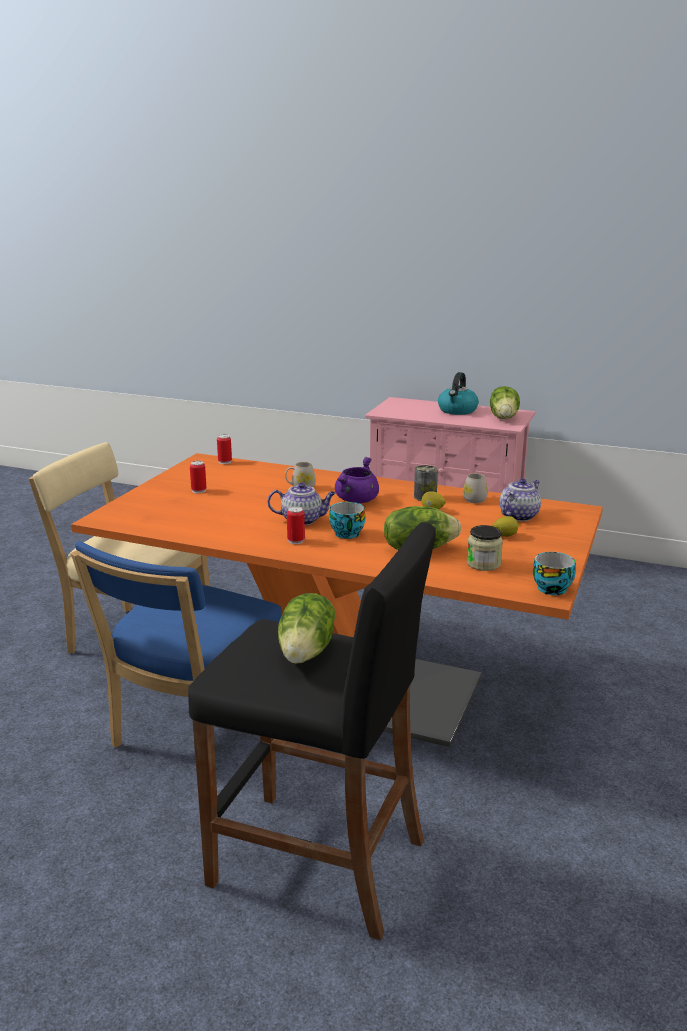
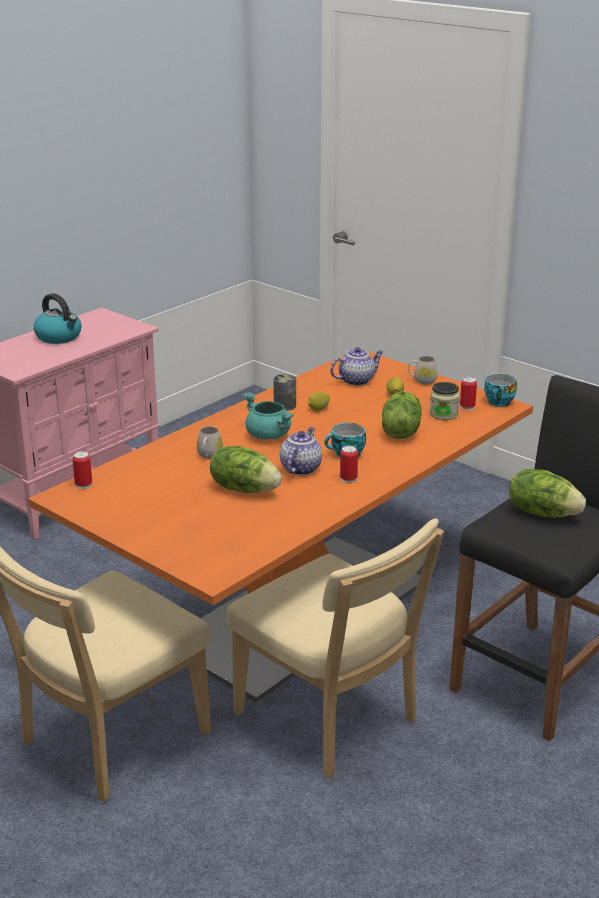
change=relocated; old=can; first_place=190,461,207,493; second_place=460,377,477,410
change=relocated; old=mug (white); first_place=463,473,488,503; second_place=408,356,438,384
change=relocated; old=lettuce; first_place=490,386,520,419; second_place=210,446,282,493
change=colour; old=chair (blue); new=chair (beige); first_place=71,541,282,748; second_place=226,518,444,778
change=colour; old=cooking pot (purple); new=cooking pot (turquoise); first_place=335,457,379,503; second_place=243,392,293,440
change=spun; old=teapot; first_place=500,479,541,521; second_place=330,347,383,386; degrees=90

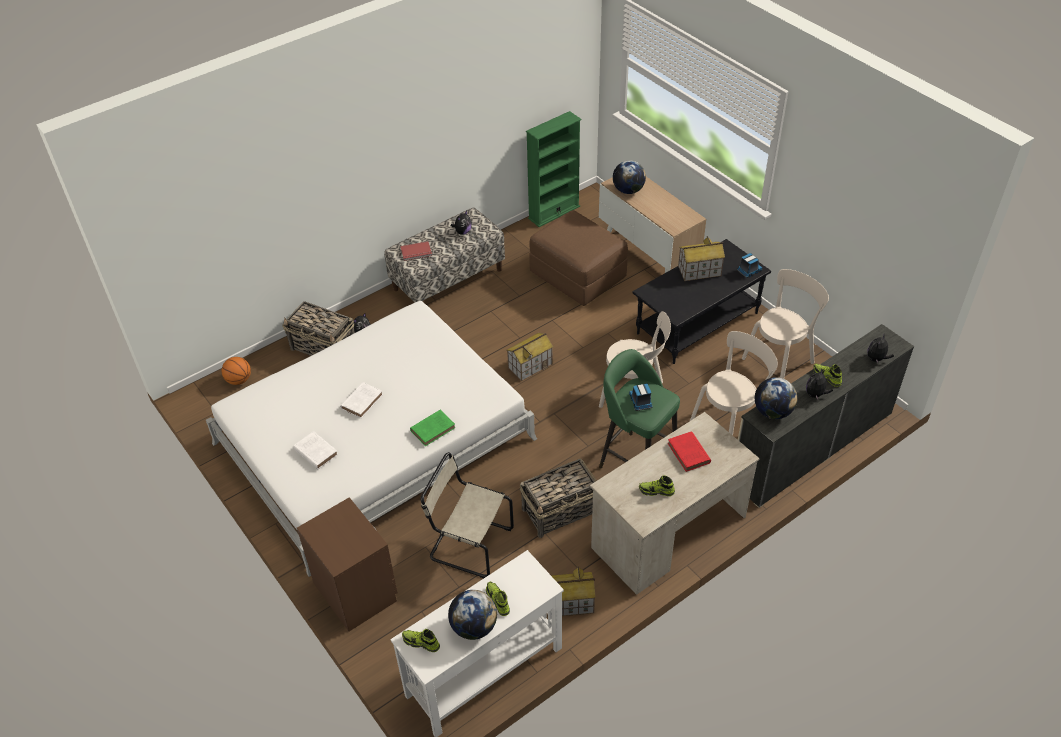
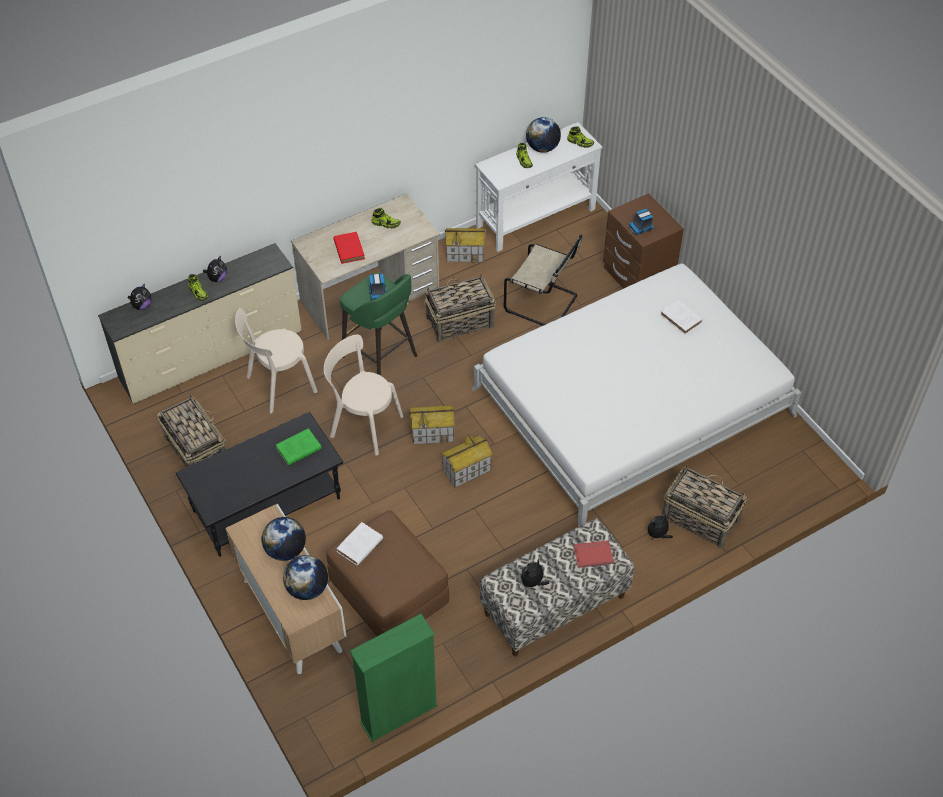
change=missing; old=basketball; first_place=222,357,251,385
change=relocated; old=book (white); first_place=340,382,383,418; second_place=336,522,383,566
change=relocated; old=book (green); first_place=410,410,456,446; second_place=276,428,322,466
change=relocated; old=toy house; first_place=678,236,725,281; second_place=410,405,455,445
change=relocated; old=toy truck; first_place=737,253,762,278; second_place=628,209,655,235
change=relocated; old=globe; first_place=755,377,797,419; second_place=262,517,306,561
change=exchanged; old=chair (beige); new=basket; first_place=742,269,829,379; second_place=157,394,226,468

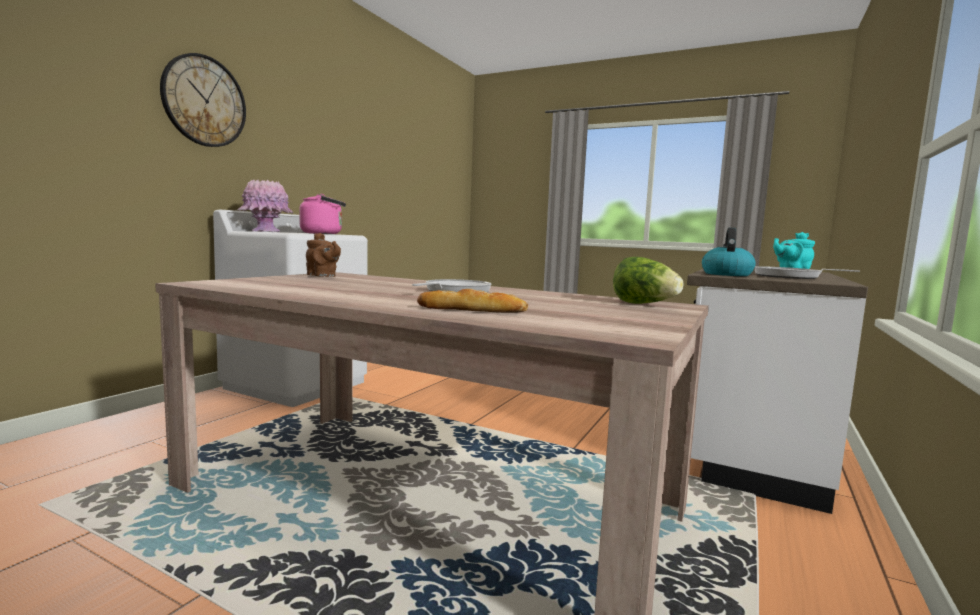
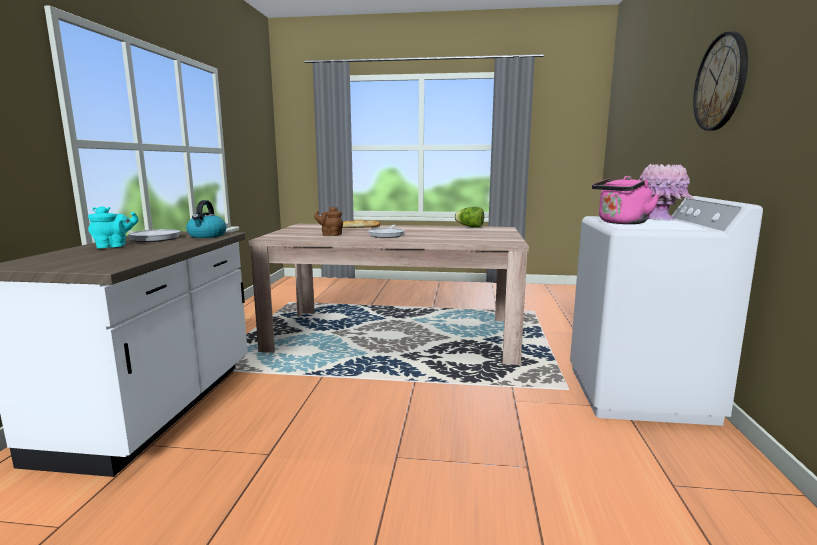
change=relocated; old=teapot (brown); first_place=306,233,341,277; second_place=314,207,343,236
change=relocated; old=lettuce; first_place=613,257,683,304; second_place=454,206,484,228

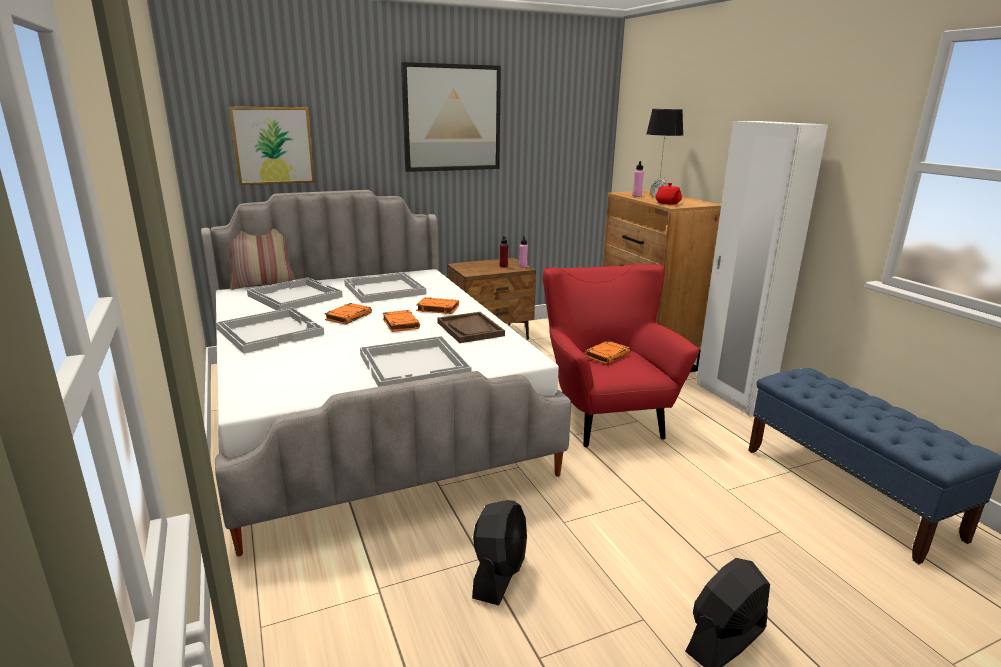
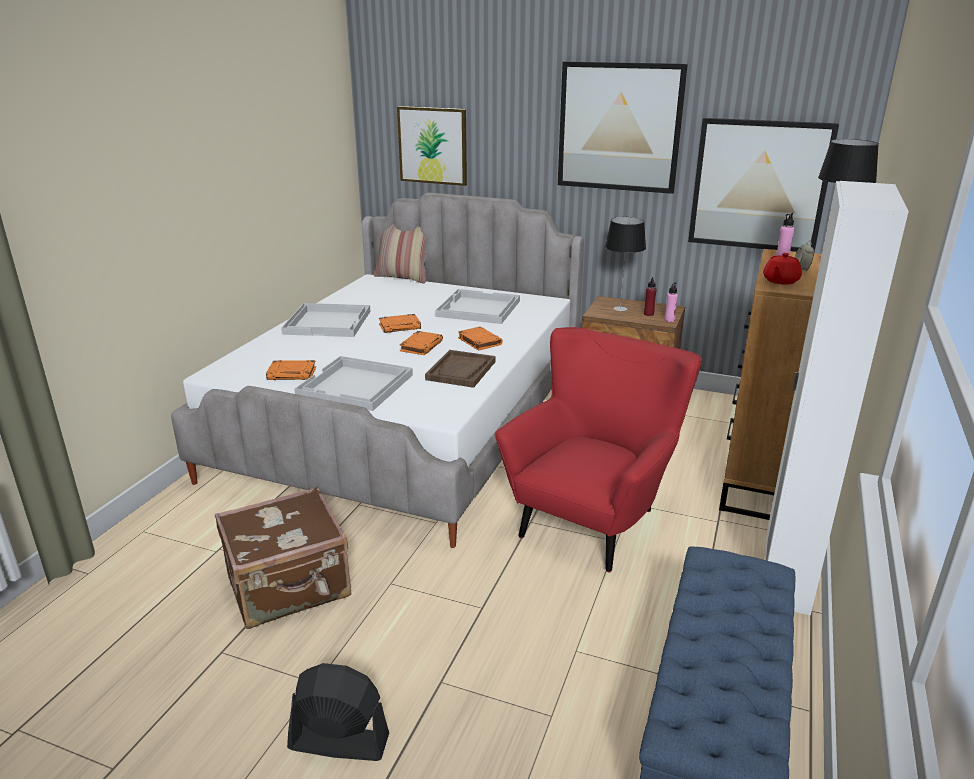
change=missing; old=tray (white); first_place=247,277,343,310
change=appeared; new=table lamp; second_place=605,217,646,311
change=appeared; new=picture; second_place=688,118,839,252
change=relocated; old=book (orange); first_place=585,341,631,364; second_place=266,360,316,380
change=exchanged; old=fan (black); new=suitcase (brown); first_place=472,500,527,605; second_place=215,487,351,629

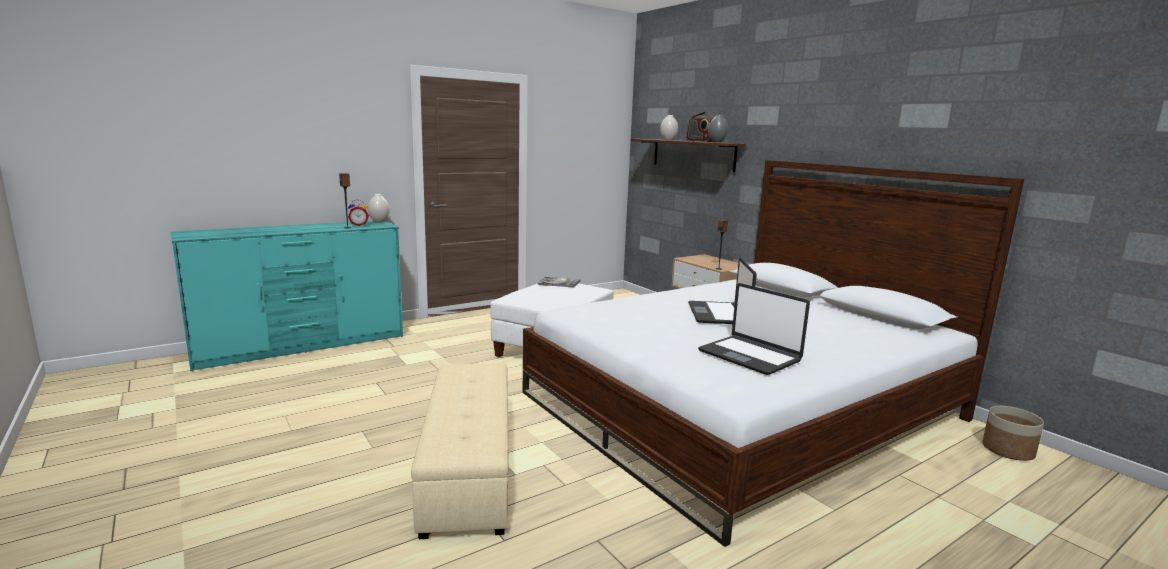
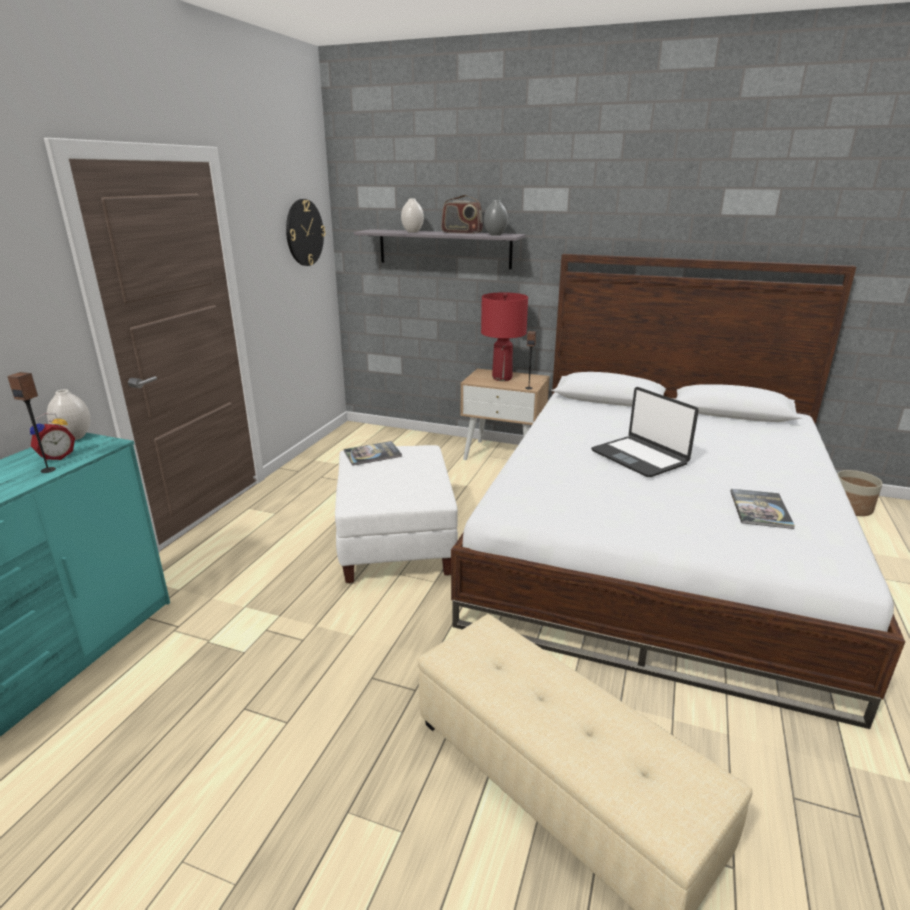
change=appeared; new=wall clock; second_place=286,199,325,266
change=appeared; new=table lamp (red); second_place=481,292,528,381
change=exchanged; old=laptop; new=book; first_place=698,283,810,375; second_place=730,489,795,529
change=colour; old=shelf (brown); new=shelf (grey); first_place=631,139,746,172; second_place=354,229,525,269

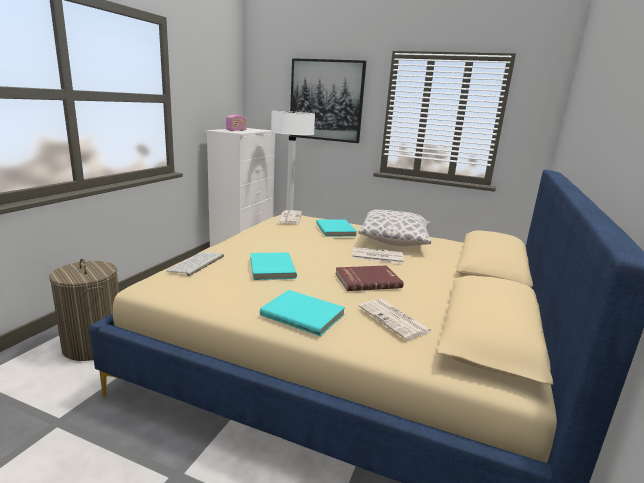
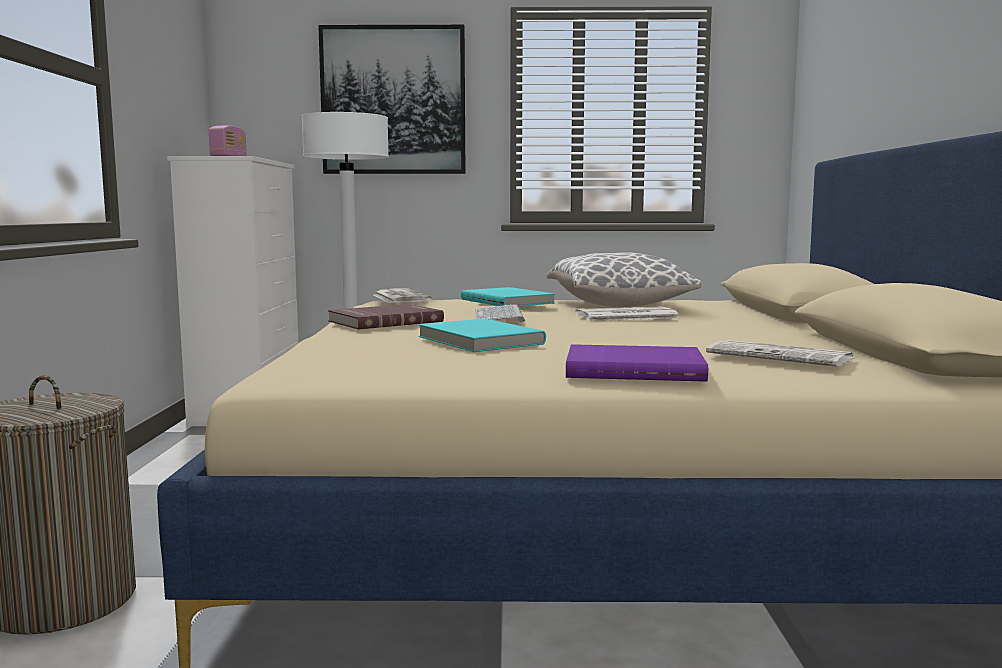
change=relocated; old=keyboard; first_place=166,252,224,276; second_place=475,304,525,322
change=relocated; old=book (red); first_place=335,265,404,291; second_place=328,304,444,330
change=colour; old=book (turquoise); new=book (purple); first_place=260,290,345,336; second_place=566,344,708,382

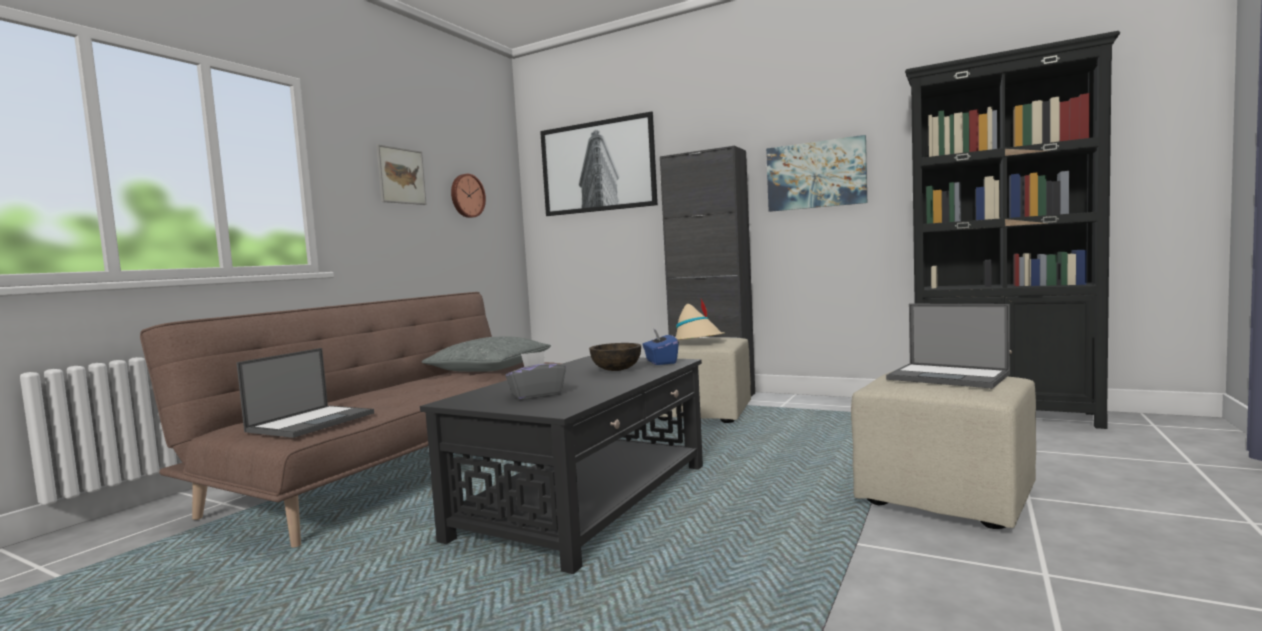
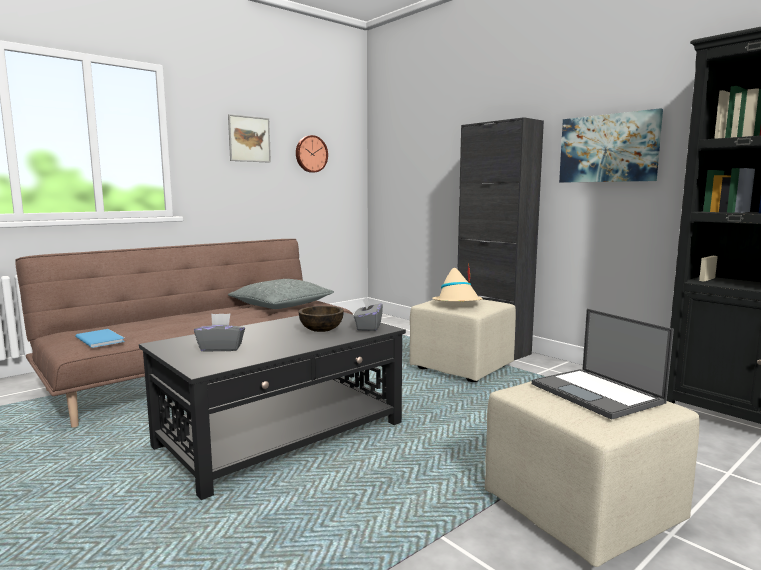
change=missing; old=picture; first_place=540,111,658,216
change=exchanged; old=laptop; new=book (blue); first_place=236,348,374,438; second_place=75,329,125,348
change=colour; old=tissue box (blue); new=tissue box (grey); first_place=642,329,679,365; second_place=354,296,383,331

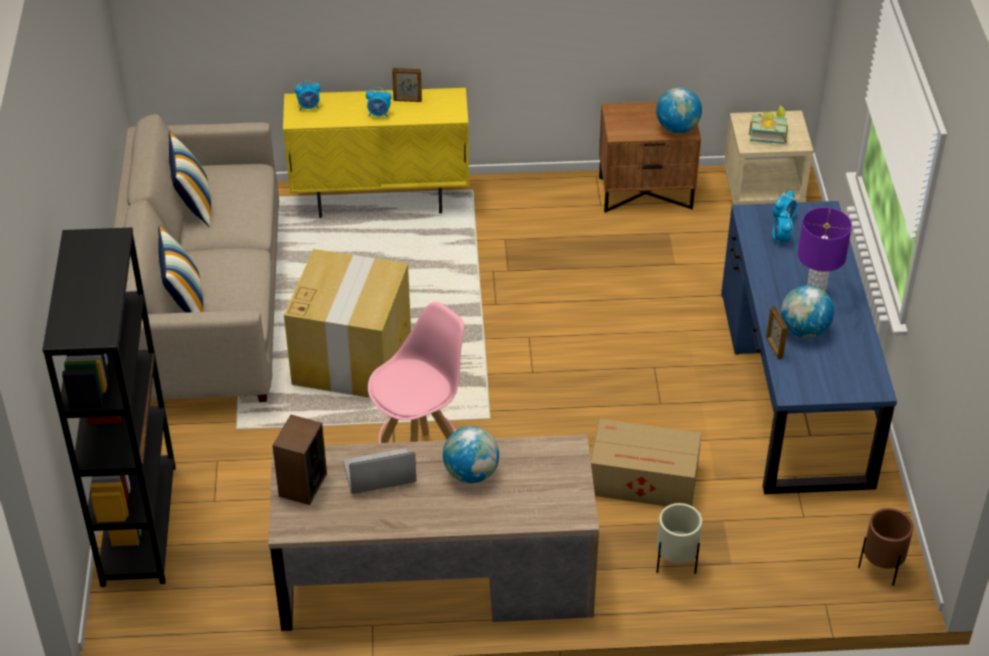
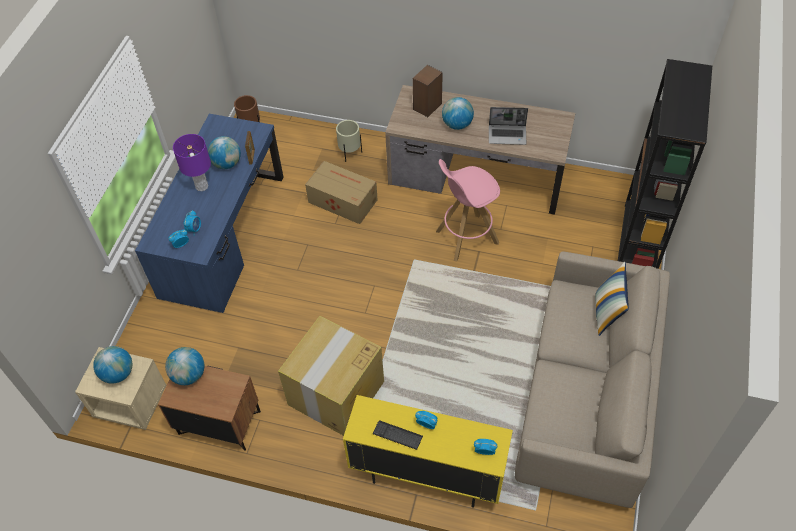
change=missing; old=pillow; first_place=169,132,211,227
change=relocated; old=speaker; first_place=272,415,327,505; second_place=413,65,443,117
change=relocated; old=cardboard box; first_place=284,249,411,398; second_place=278,316,384,436
change=exchanged; old=picture frame; new=keyboard; first_place=392,68,422,102; second_place=373,420,423,450
change=exchanged; old=book; new=globe; first_place=749,106,788,144; second_place=93,346,132,384

